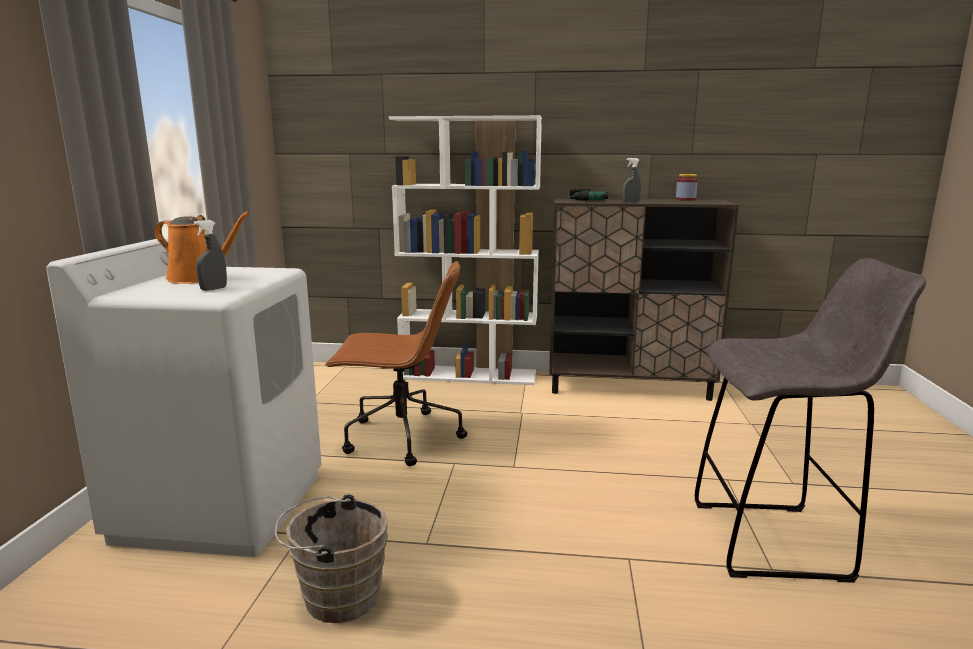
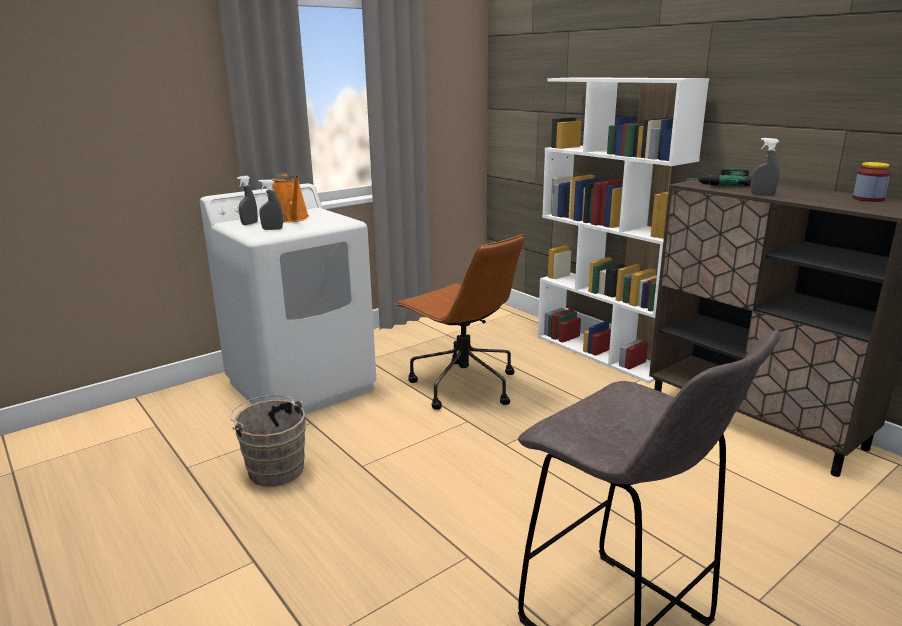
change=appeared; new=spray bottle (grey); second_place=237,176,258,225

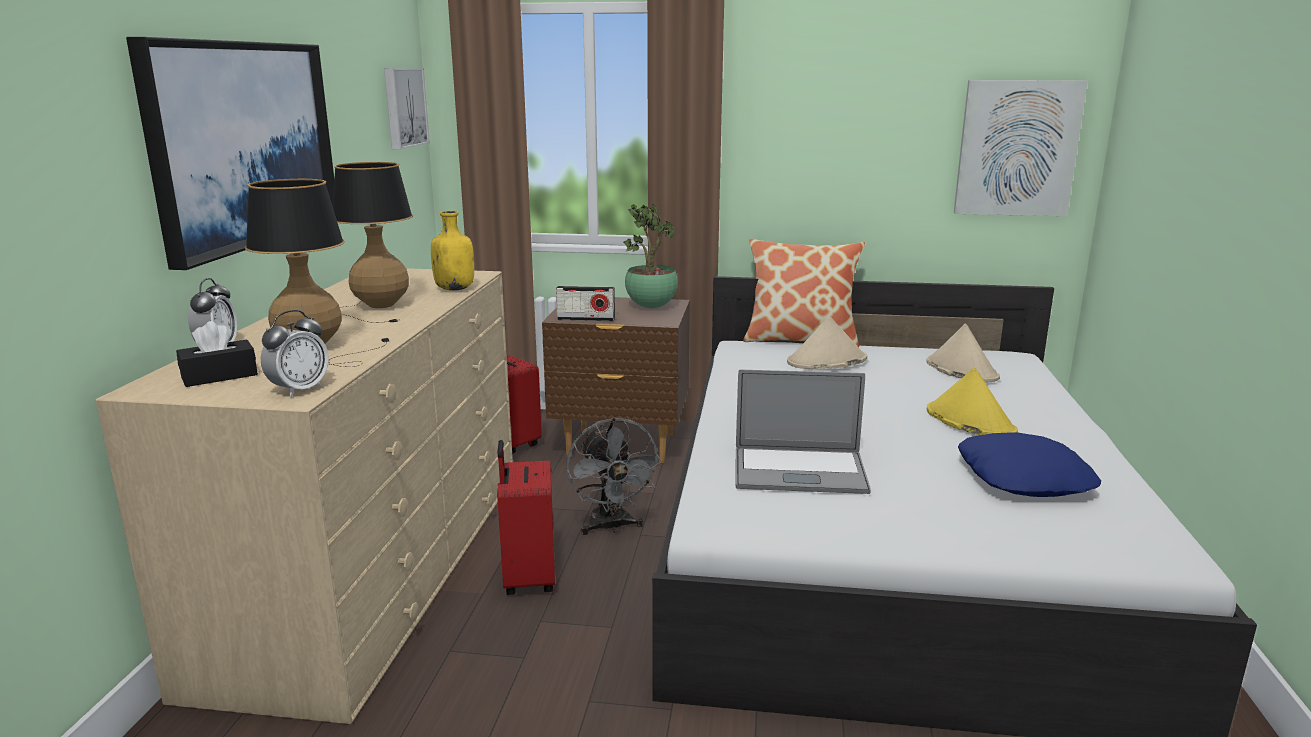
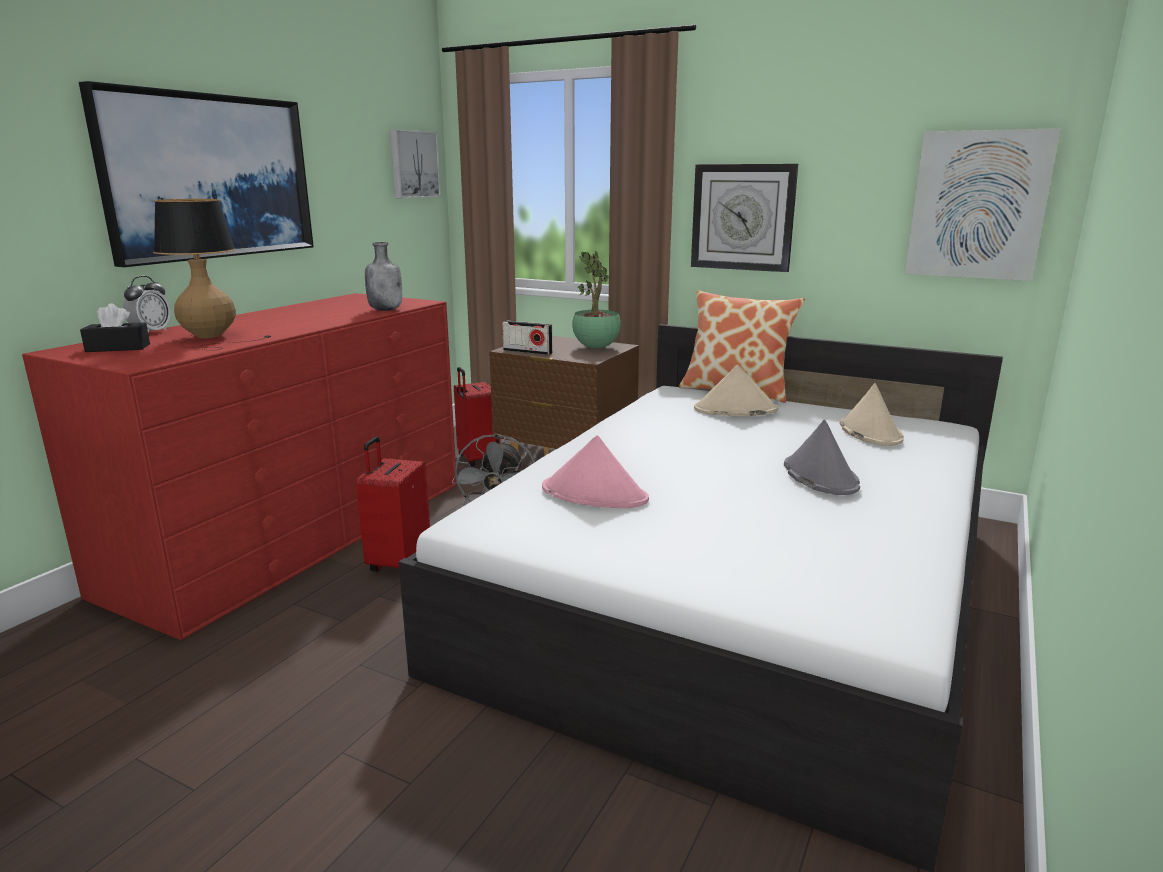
change=missing; old=alarm clock; first_place=261,310,329,397
change=missing; old=table lamp; first_place=333,162,413,323
change=missing; old=pillow (blue); first_place=958,432,1101,497
change=appeared; new=wall clock; second_place=691,164,798,272
change=exchanged; old=laptop; new=hat (pink); first_place=736,369,871,494; second_place=542,435,649,508
change=colour; old=dresser (beige); new=dresser (red); first_place=95,268,513,724; second_place=22,293,457,640
change=colour; old=bottle (yellow); new=bottle (grey); first_place=431,211,474,291; second_place=365,242,402,311
change=colour; old=hat (yellow); new=hat (grey); first_place=927,367,1018,435; second_place=784,419,860,495

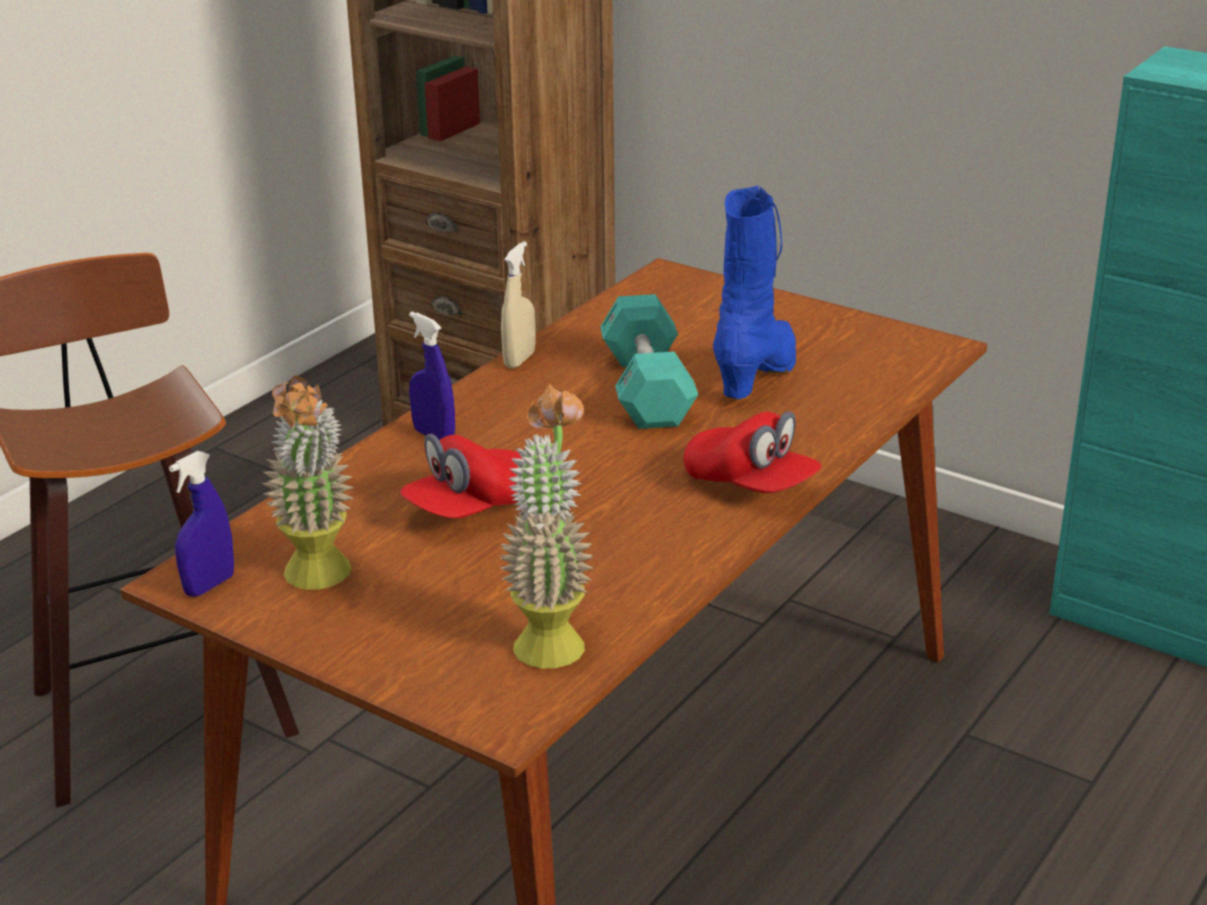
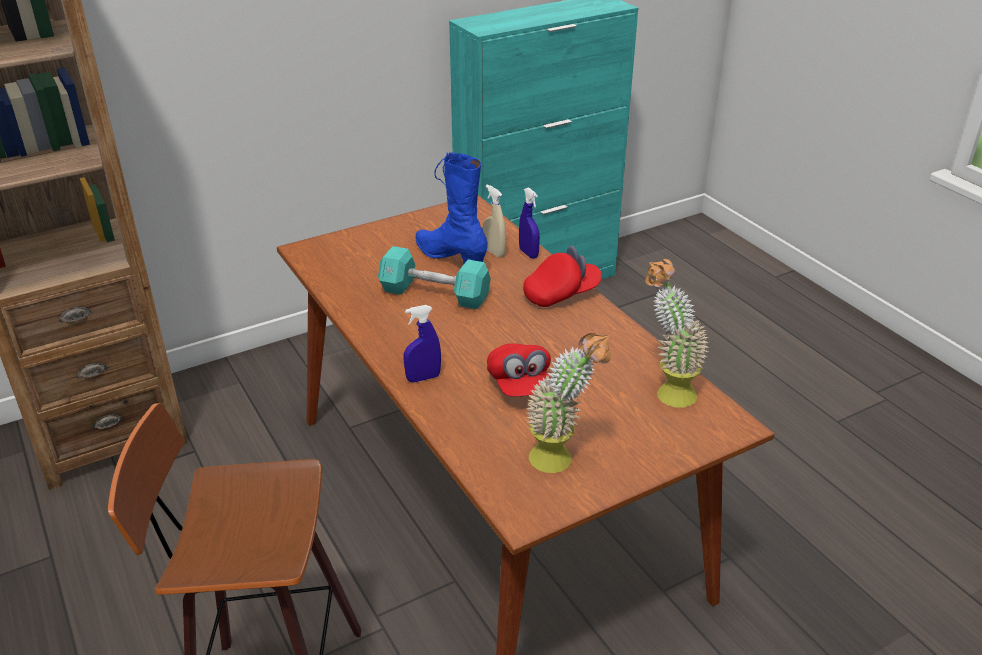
change=relocated; old=spray bottle (blue); first_place=169,451,234,597; second_place=519,187,540,258
change=relocated; old=spray bottle (beige); first_place=501,241,535,368; second_place=483,185,506,258

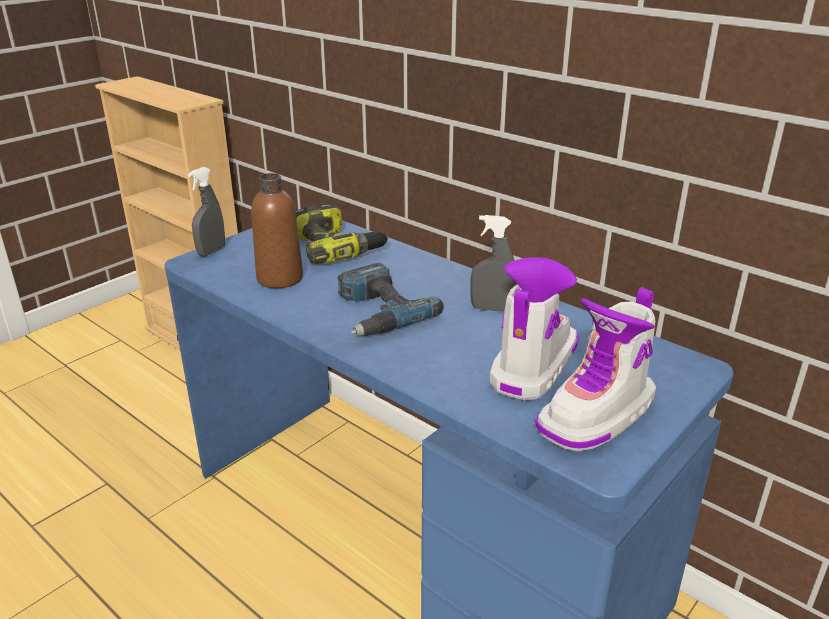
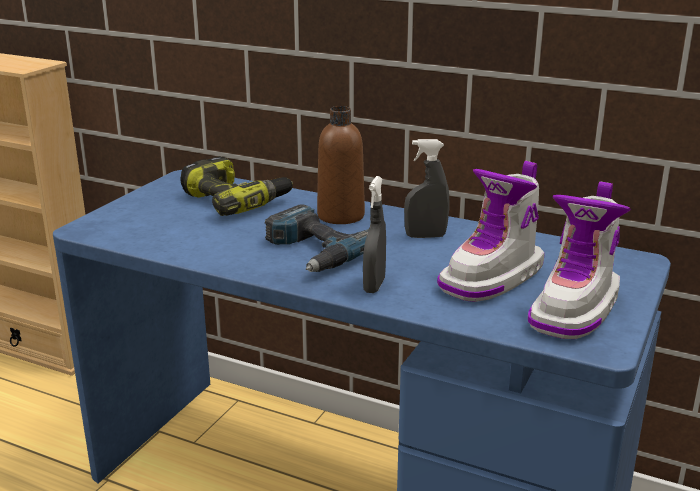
change=relocated; old=spray bottle (grey); first_place=188,167,225,257; second_place=363,176,386,293
change=relocated; old=bottle (brown); first_place=251,173,303,288; second_place=317,106,365,224
change=spun; old=boot; first_place=490,257,579,400; second_place=437,161,545,302; degrees=-150

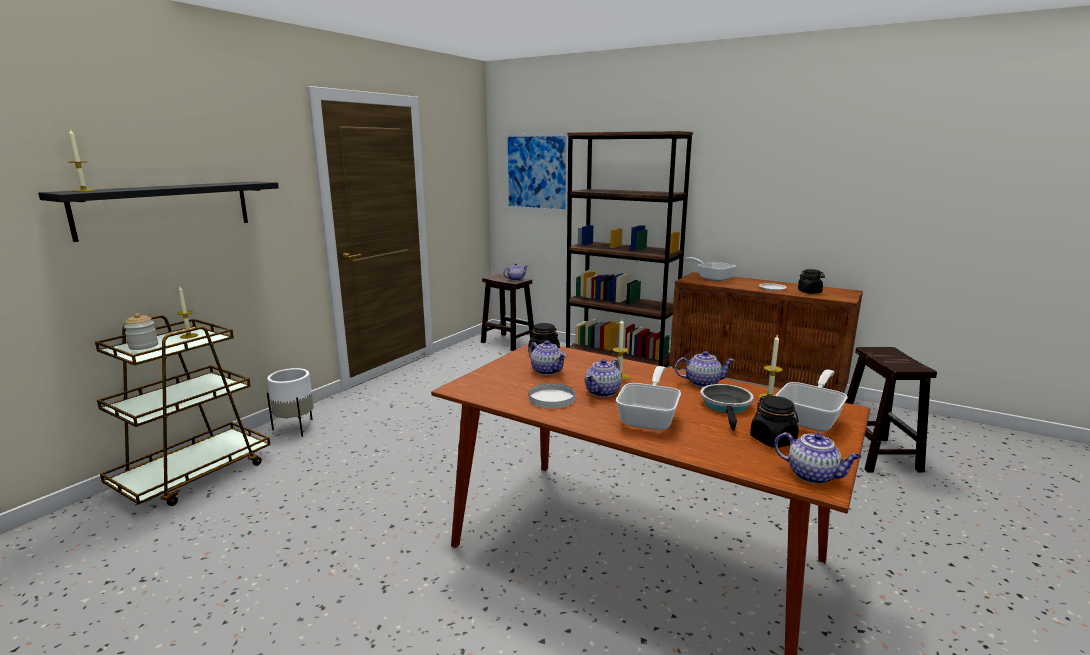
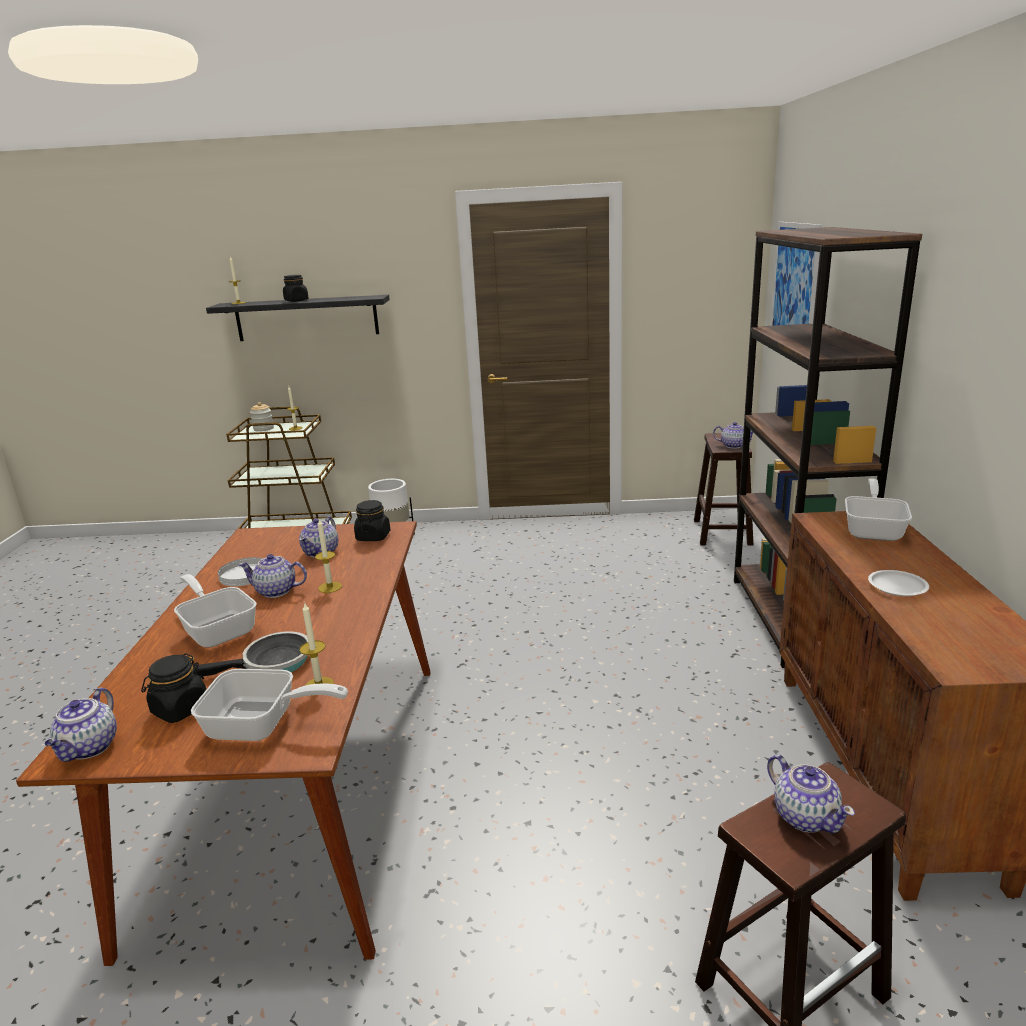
change=relocated; old=teapot; first_place=675,351,735,388; second_place=767,754,855,833
change=relocated; old=jar (black); first_place=798,269,825,294; second_place=283,275,309,302
change=spun; old=frying pan; first_place=616,366,681,430; second_place=174,574,257,648; degrees=-120

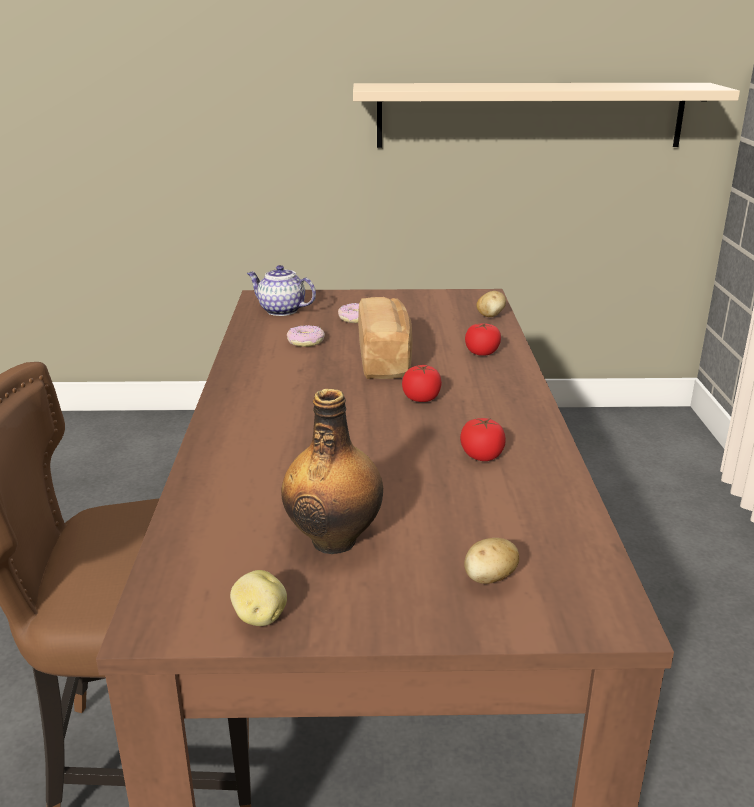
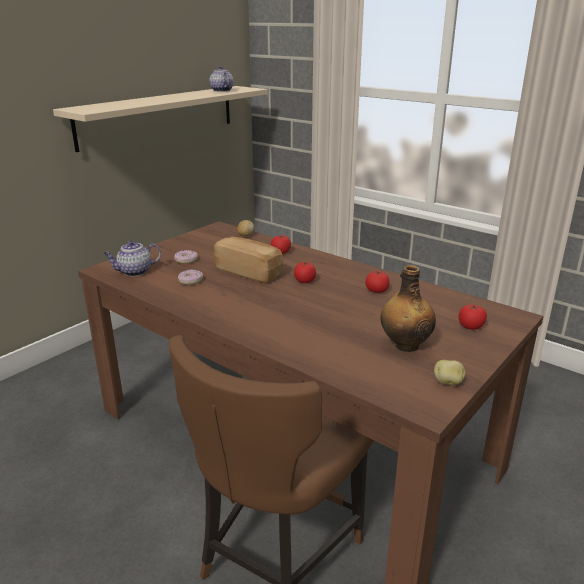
change=appeared; new=teapot; second_place=209,66,234,92
change=exchanged; old=potato; new=tomato; first_place=464,538,519,584; second_place=459,304,487,330

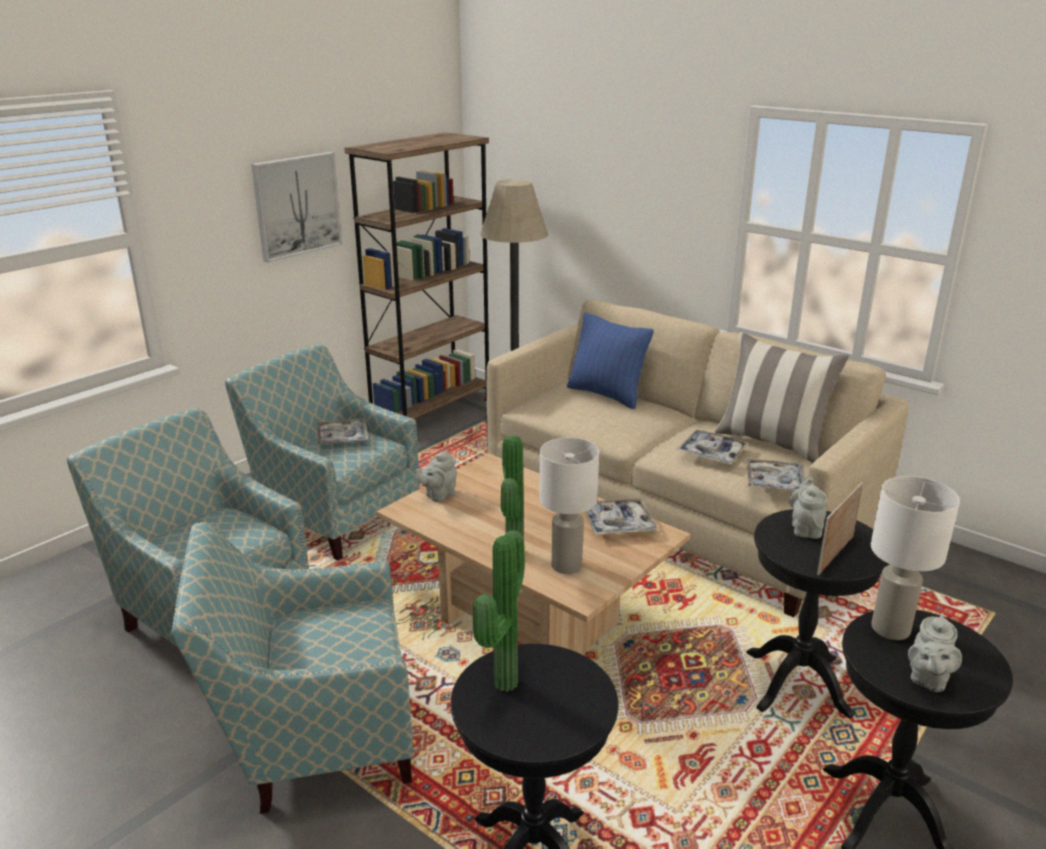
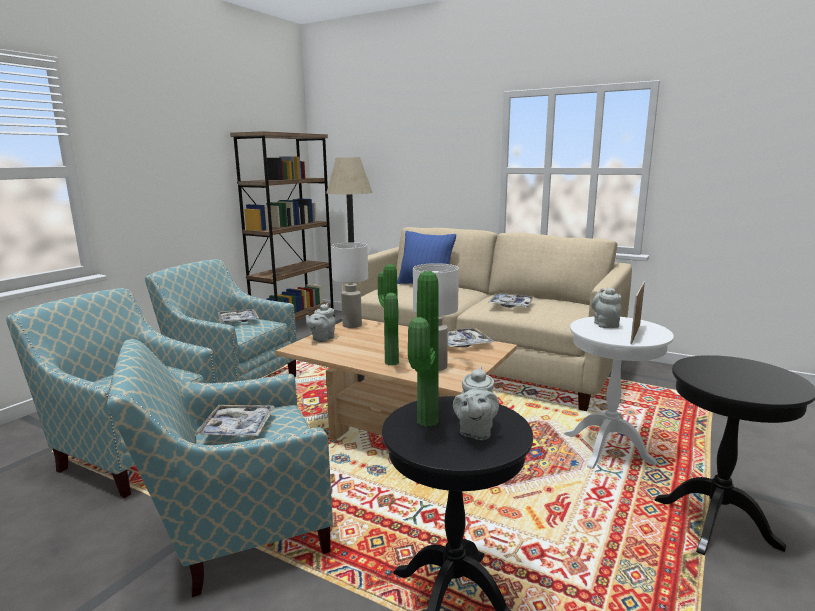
change=missing; old=picture; first_place=251,152,342,263
change=missing; old=pillow; first_place=715,332,849,463
change=relocated; old=tray; first_place=747,458,806,491; second_place=194,405,274,436
change=relocated; old=table lamp (white); first_place=871,476,960,640; second_place=331,242,368,328
change=relocated; old=teapot (grey); first_place=908,613,962,692; second_place=453,366,499,440
change=colour; old=side table (black); new=side table (white); first_place=746,509,889,718; second_place=564,316,674,469

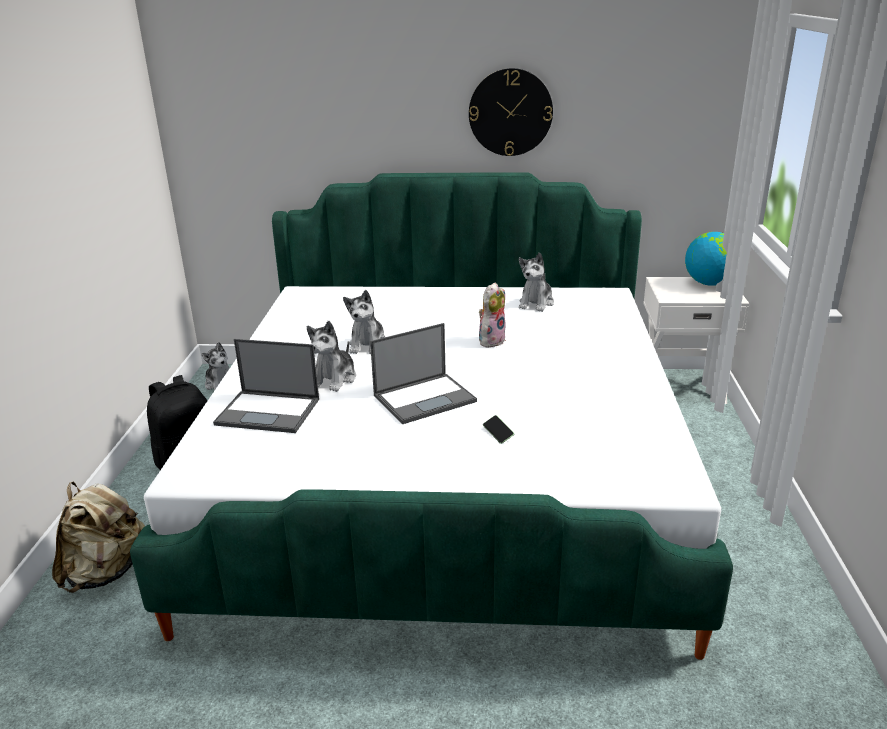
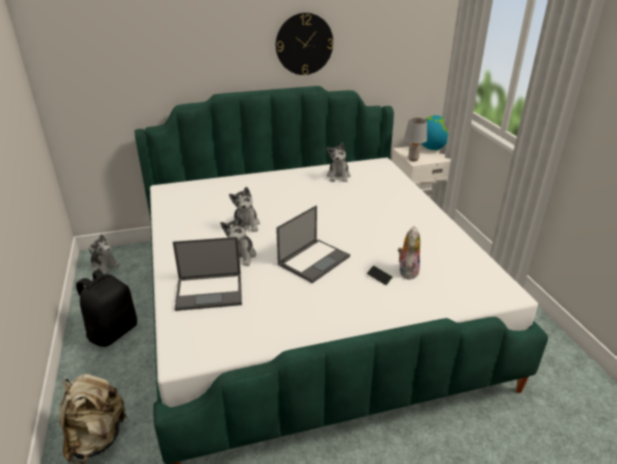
change=appeared; new=table lamp (grey); second_place=404,118,427,161
change=relocated; old=plush toy; first_place=479,282,506,348; second_place=398,226,420,280

